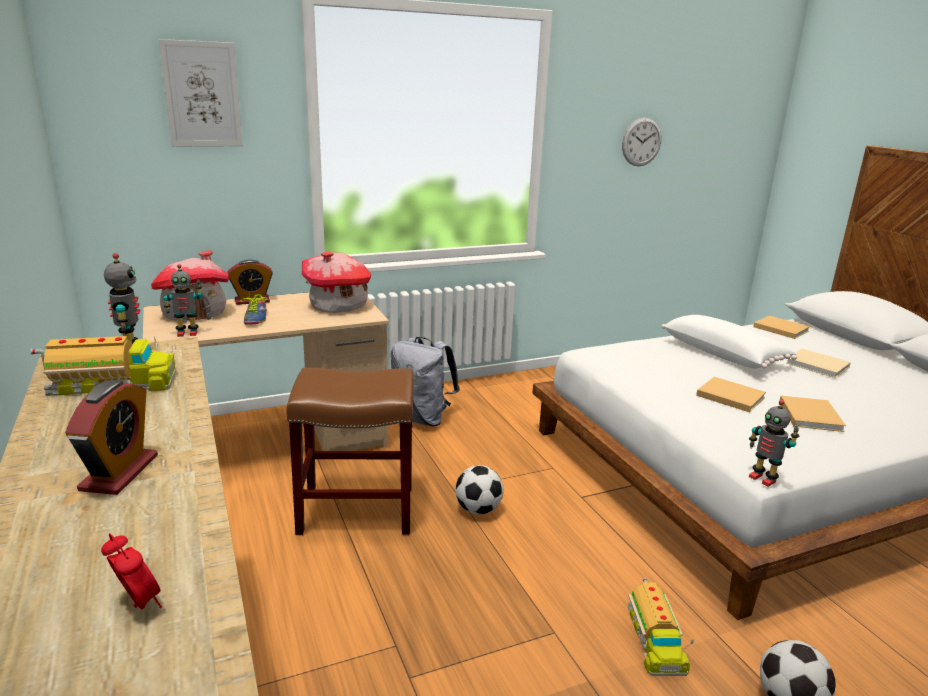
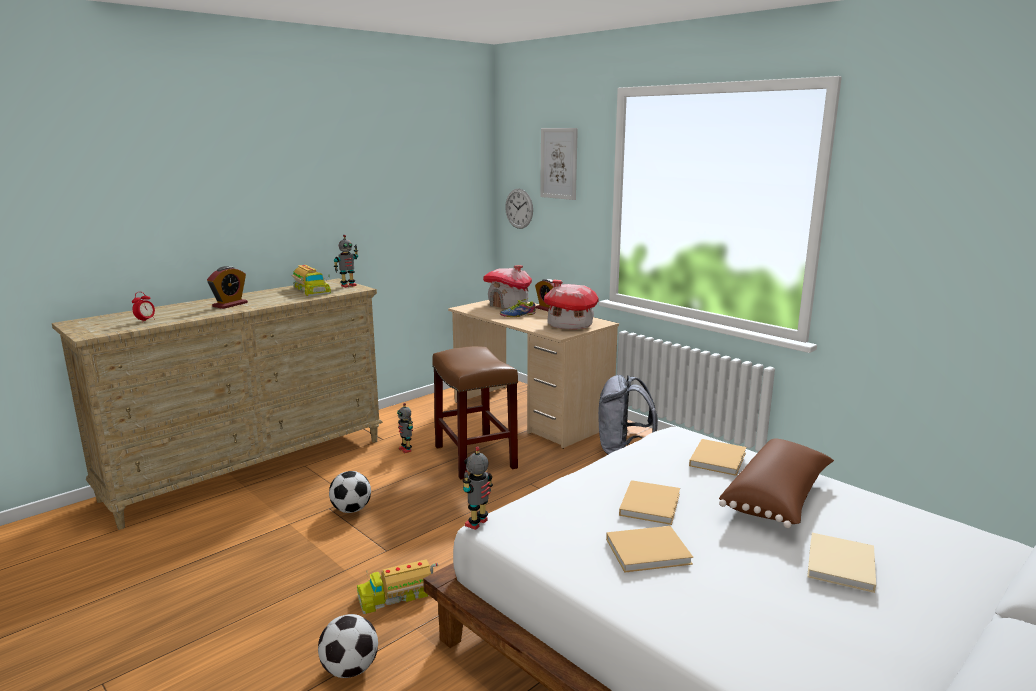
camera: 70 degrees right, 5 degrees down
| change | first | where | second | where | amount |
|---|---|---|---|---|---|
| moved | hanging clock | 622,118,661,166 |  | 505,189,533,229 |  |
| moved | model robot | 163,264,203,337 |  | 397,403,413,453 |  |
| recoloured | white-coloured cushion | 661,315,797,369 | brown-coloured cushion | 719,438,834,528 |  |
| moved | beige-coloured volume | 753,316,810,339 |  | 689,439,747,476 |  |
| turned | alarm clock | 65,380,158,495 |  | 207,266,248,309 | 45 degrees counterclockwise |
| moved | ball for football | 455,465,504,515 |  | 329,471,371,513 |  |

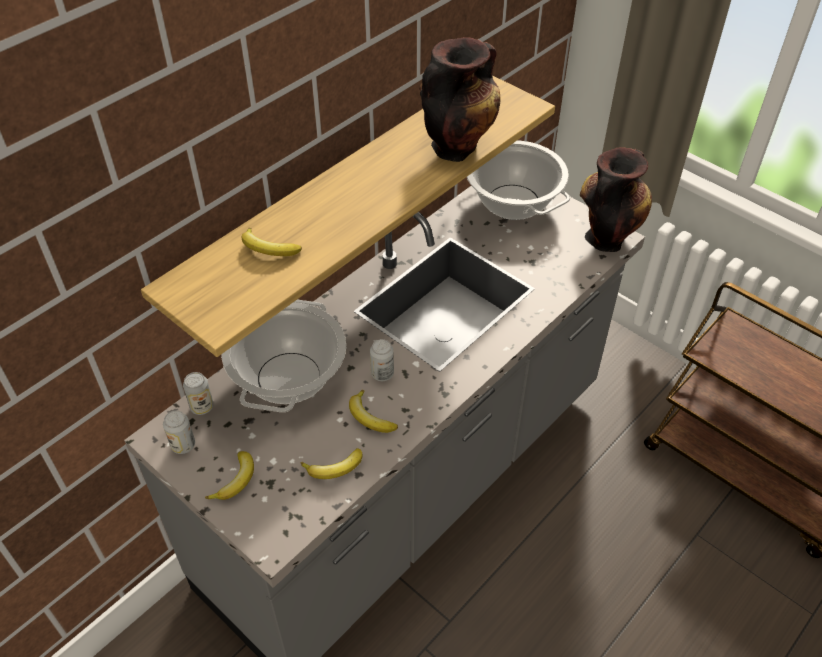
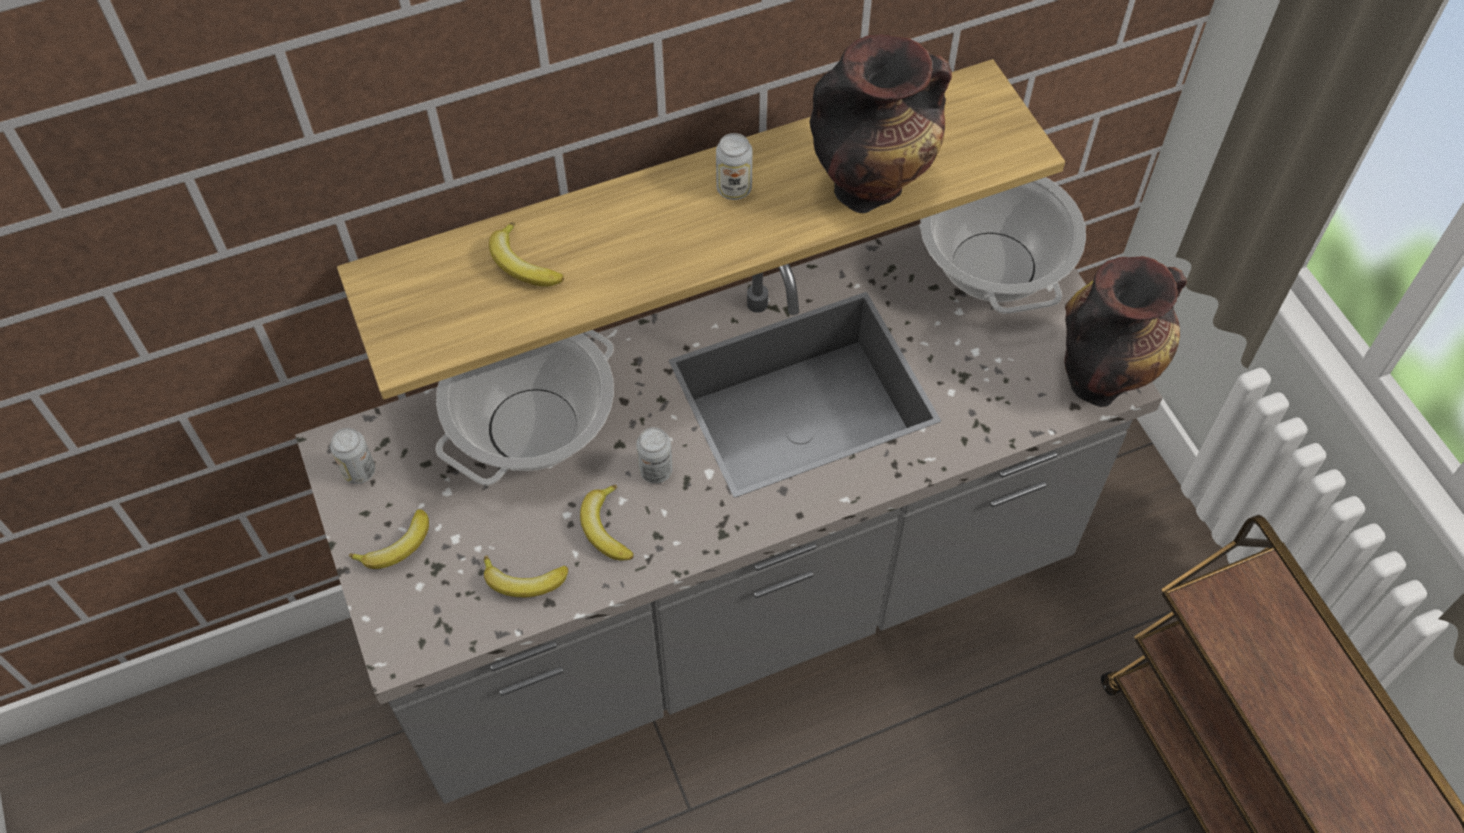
camera: 25 degrees right, 10 degrees up
| change | first | where | second | where | amount |
|---|---|---|---|---|---|
| moved | sealed can | 183,372,214,415 |  | 716,133,753,200 |  |

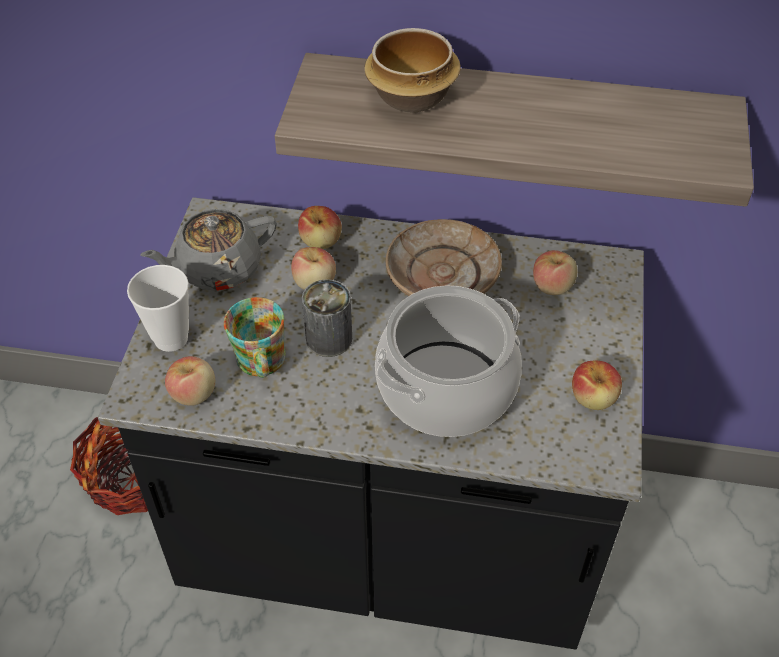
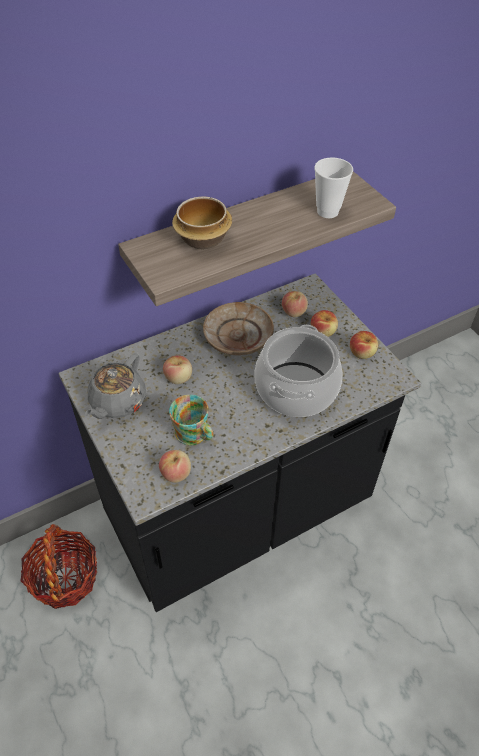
camera: 40 degrees left, 0 degrees up
| change | first | where | second | where | amount |
|---|---|---|---|---|---|
| moved | apple fruit | 298,206,342,249 |  | 311,310,338,337 |  |
| moved | cup | 127,265,189,352 |  | 314,157,353,218 |  |
| removed | sealed can | 302,279,352,357 |  |  |  |

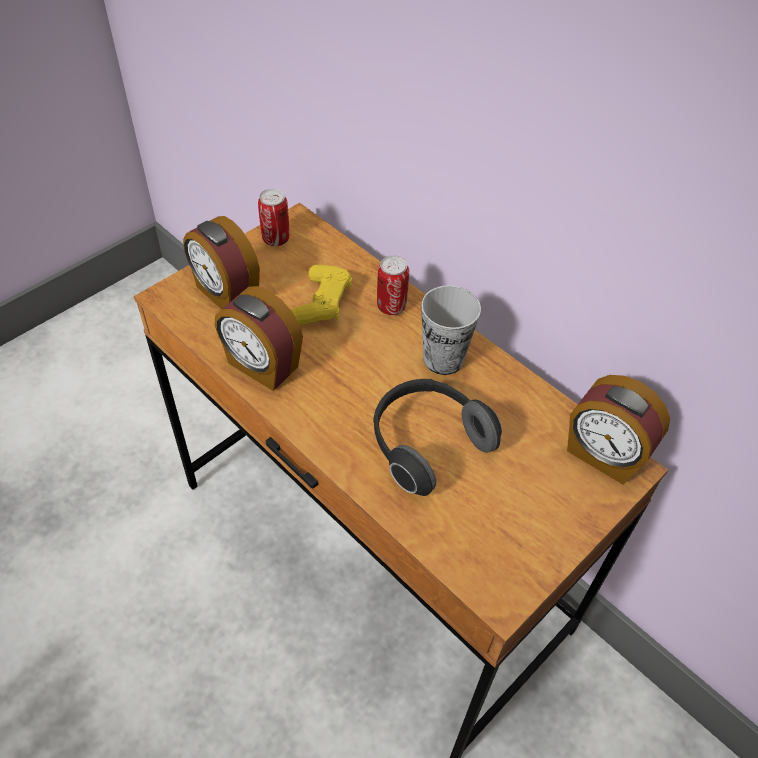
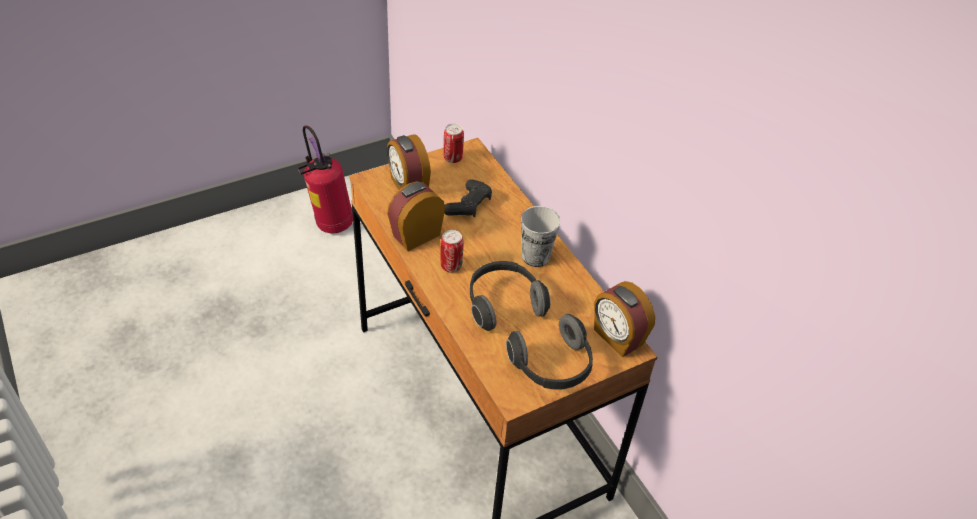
camera: 15 degrees right, 5 degrees down
| change | first | where | second | where | amount |
|---|---|---|---|---|---|
| moved | sealed can | 377,255,409,315 |  | 441,230,464,273 |  |
| recoloured | yellow-coloured joypad | 291,265,352,325 | blackish joypad | 445,179,492,217 |  |
| turned | alarm clock | 215,286,303,391 |  | 387,181,445,251 | 90 degrees clockwise |
| added |  |  | extinguisher | 298,126,353,233 |  |
| added |  |  | headphones | 506,314,593,389 |  |

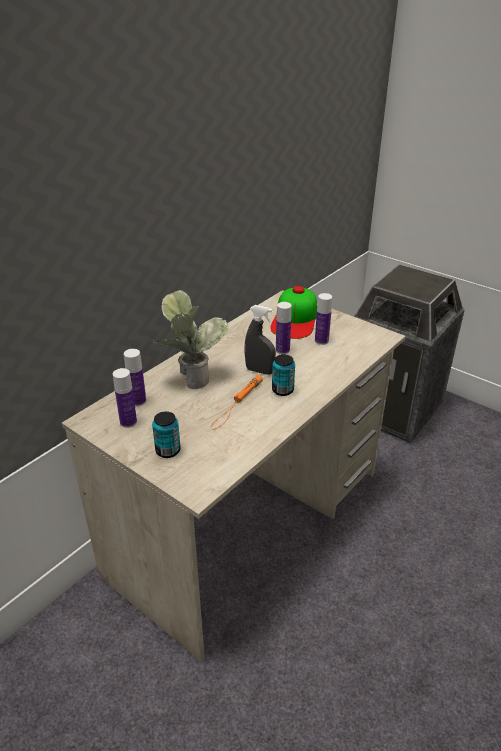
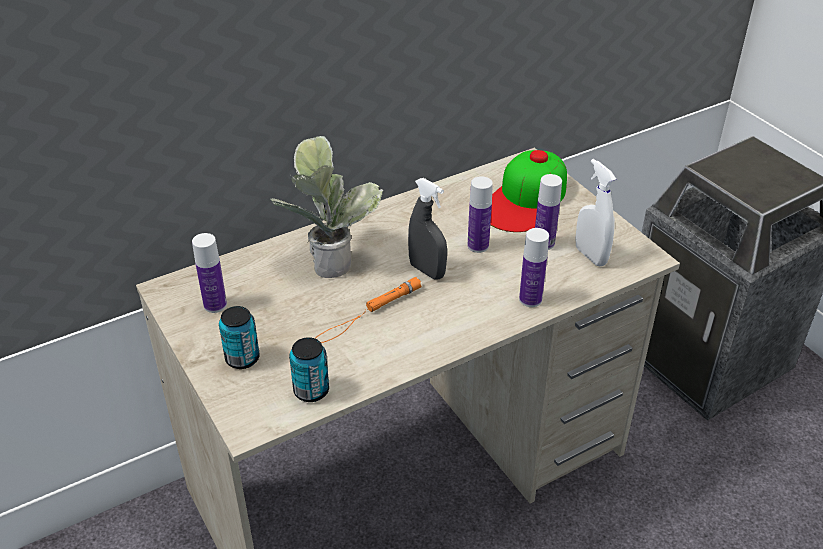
camera: 20 degrees right, 5 degrees up
| change | first | where | second | where | amount |
|---|---|---|---|---|---|
| moved | drink bottle | 124,349,146,406 |  | 519,228,549,307 |  |
| moved | sealed can | 272,354,295,396 |  | 289,337,329,402 |  |
| added |  |  | white-coloured sprayer | 575,159,616,267 |  |

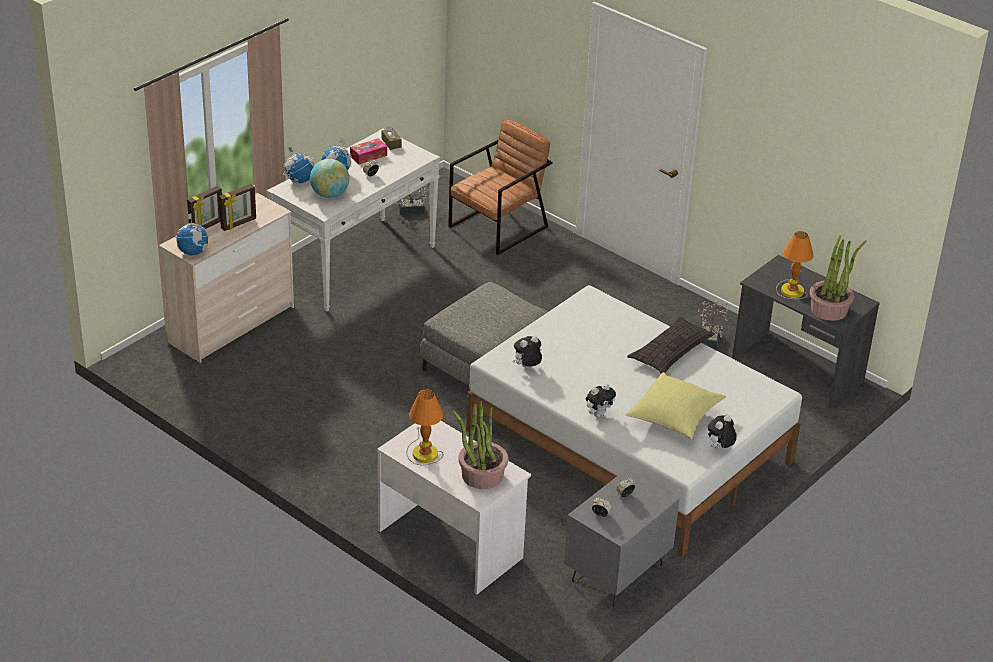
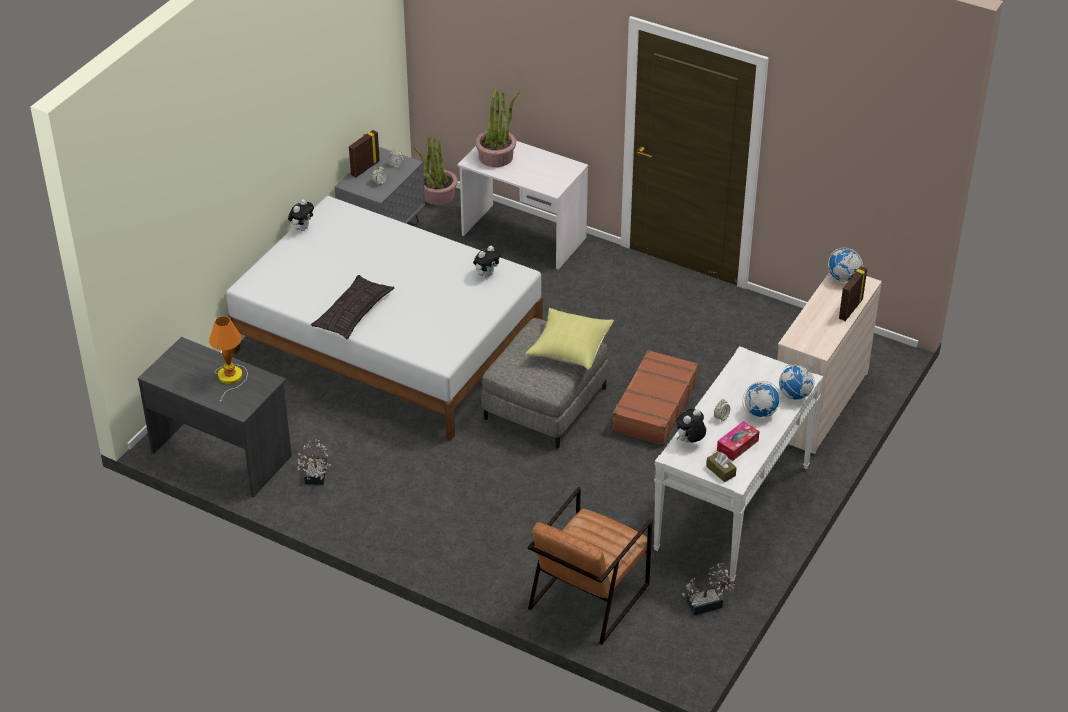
camera: 170 degrees right, 5 degrees up
| change | first | where | second | where | amount |
|---|---|---|---|---|---|
| removed | world globe | 310,159,349,198 |  |  |  |
| moved | photo frame | 219,184,256,231 |  | 349,130,380,178 |  |
| moved | plant in a pot | 810,236,866,321 |  | 414,137,458,205 |  |
| moved | yellow-coloured cushion | 626,372,726,439 |  | 525,308,614,370 |  |
| moved | plush toy | 586,383,616,417 |  | 676,409,706,443 |  |
| removed | table lamp | 406,389,443,466 |  |  |  |
| added |  |  | brown-coloured piece of luggage | 611,350,699,446 |  |

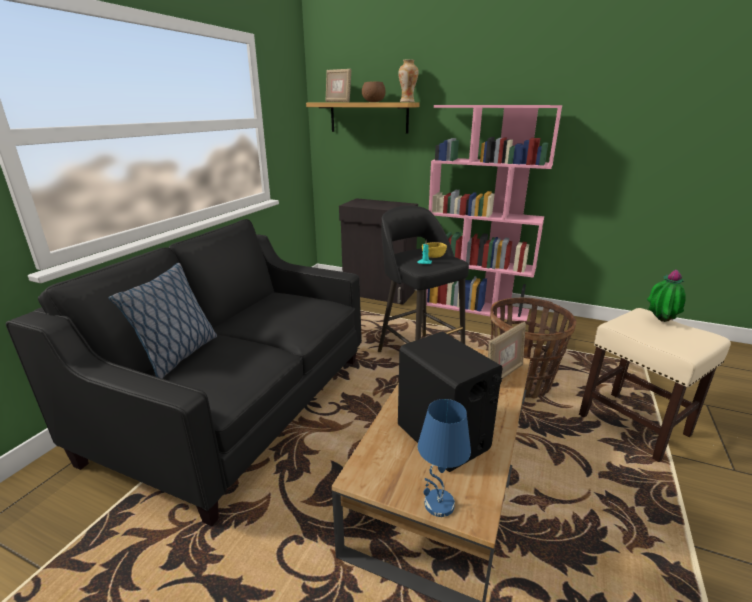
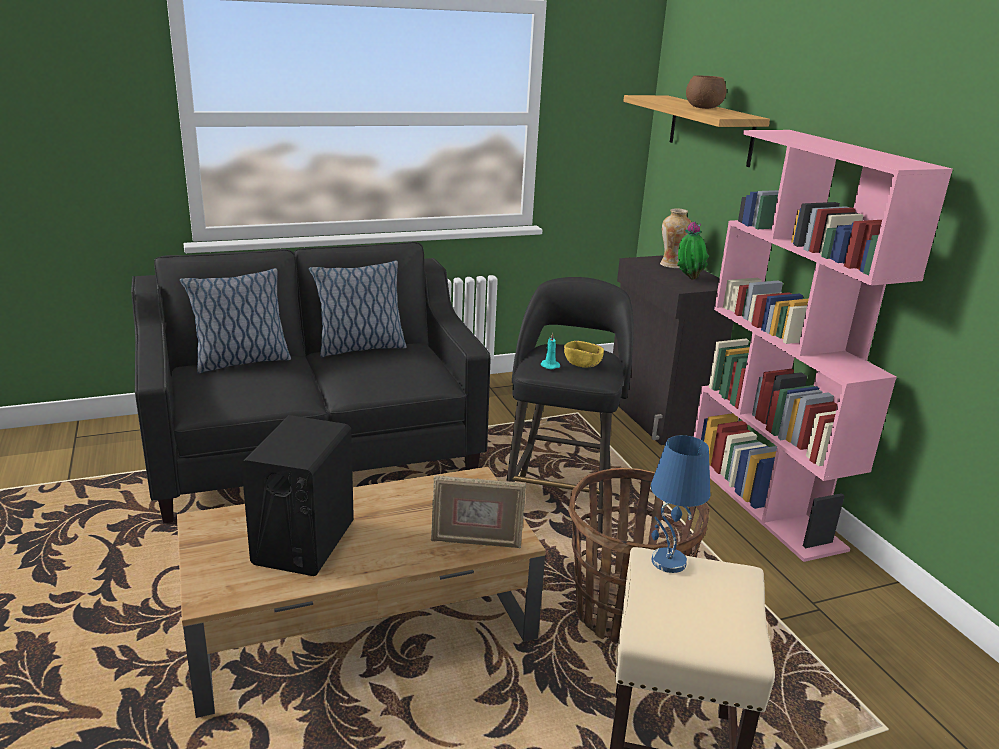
camera: 45 degrees right, 0 degrees up
| change | first | where | second | where | amount |
|---|---|---|---|---|---|
| moved | flower vase | 398,59,419,102 |  | 660,208,691,268 |  |
| removed | photo frame | 326,68,351,102 |  |  |  |
| moved | plant in a pot | 647,269,686,322 |  | 677,221,709,280 |  |
| moved | bluish table lamp | 418,399,471,517 |  | 651,435,710,573 |  |
| added |  |  | cushion | 309,260,407,357 |  |

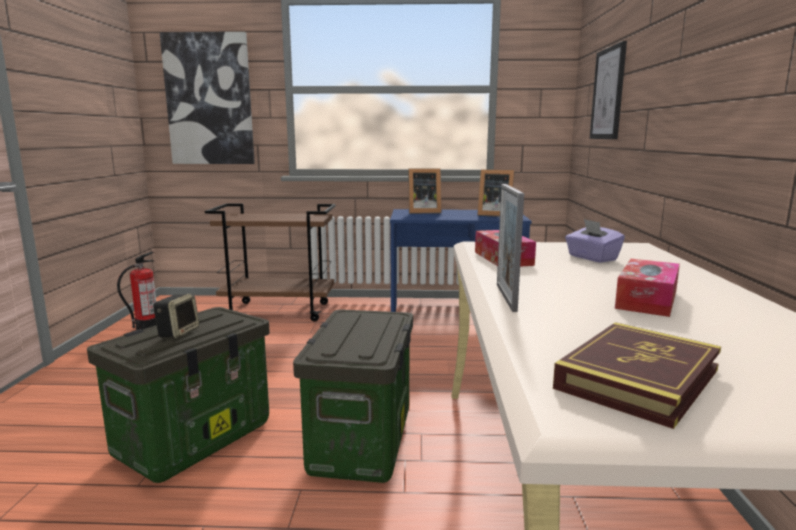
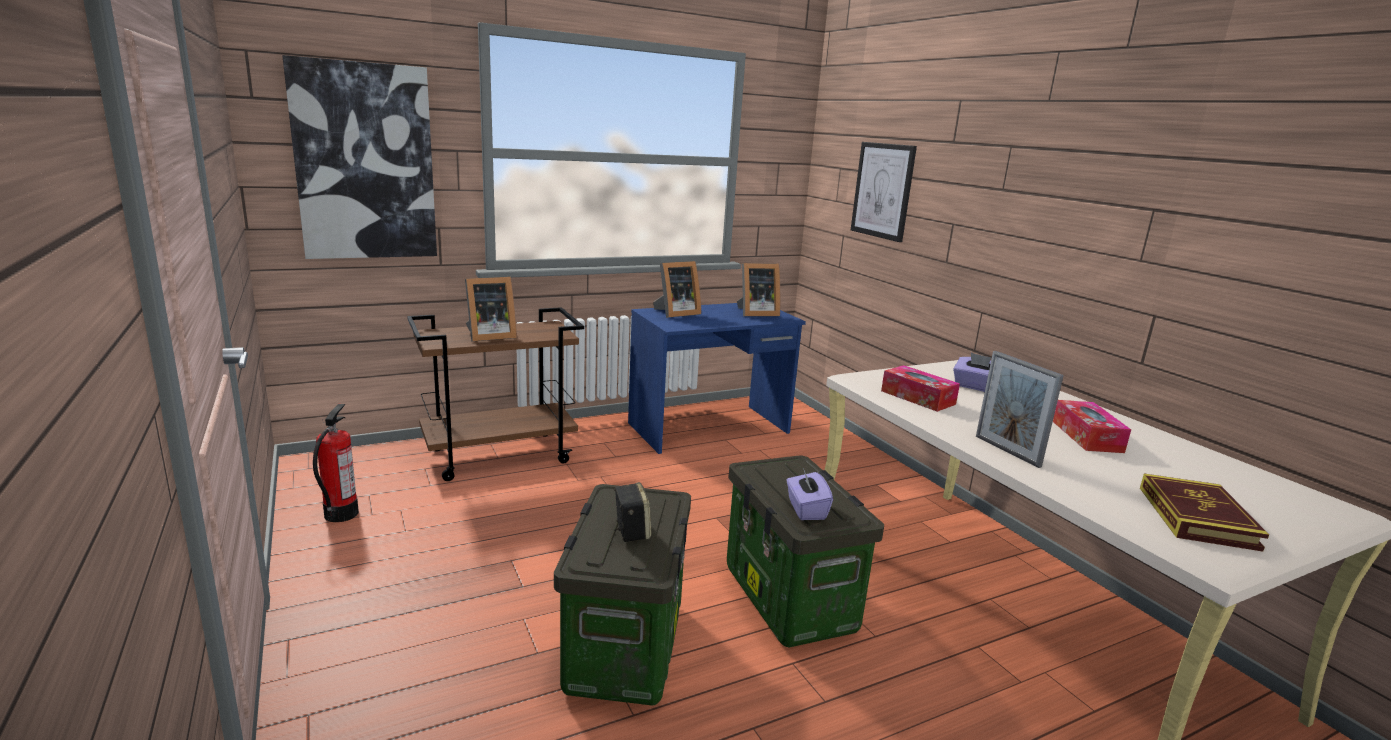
camera: 30 degrees left, 5 degrees up
| change | first | where | second | where | amount |
|---|---|---|---|---|---|
| added |  |  | photo frame | 465,277,517,342 |  |
| added |  |  | purple box of tissues | 786,468,833,520 |  |

